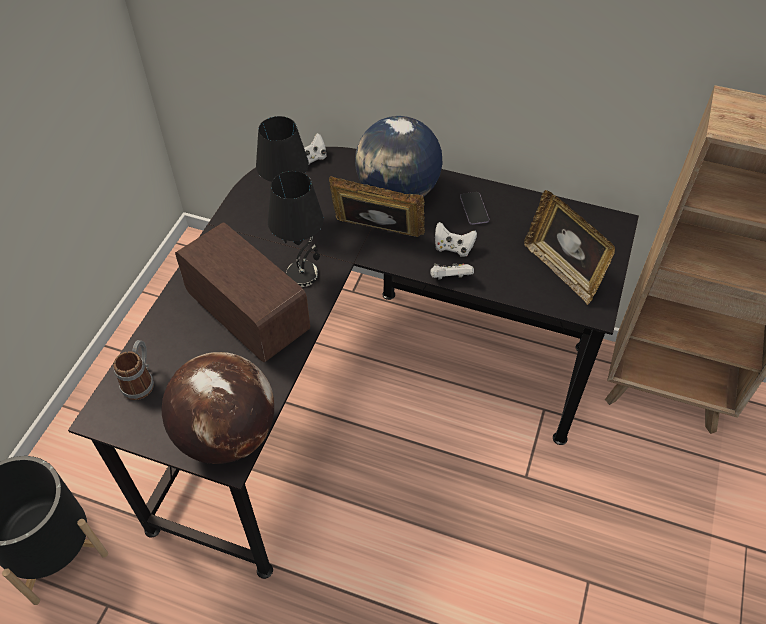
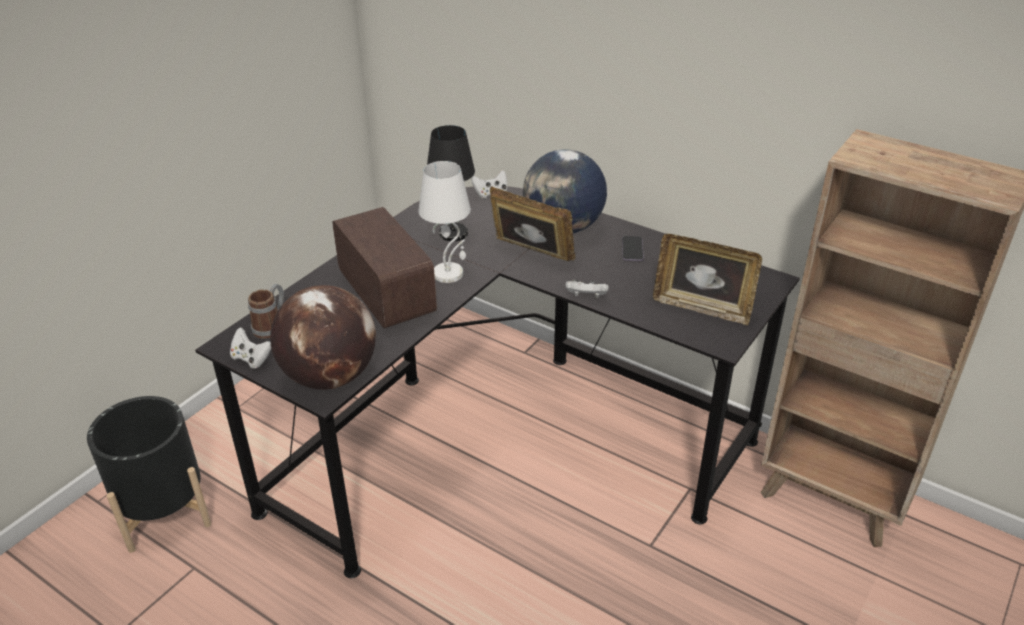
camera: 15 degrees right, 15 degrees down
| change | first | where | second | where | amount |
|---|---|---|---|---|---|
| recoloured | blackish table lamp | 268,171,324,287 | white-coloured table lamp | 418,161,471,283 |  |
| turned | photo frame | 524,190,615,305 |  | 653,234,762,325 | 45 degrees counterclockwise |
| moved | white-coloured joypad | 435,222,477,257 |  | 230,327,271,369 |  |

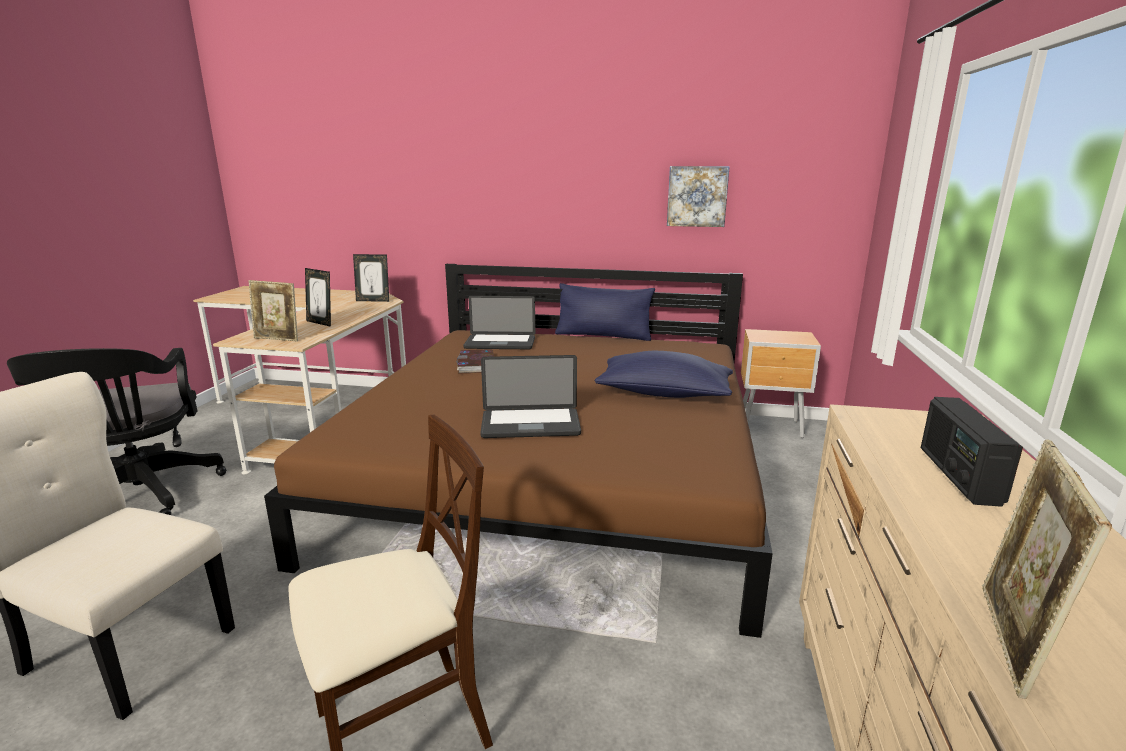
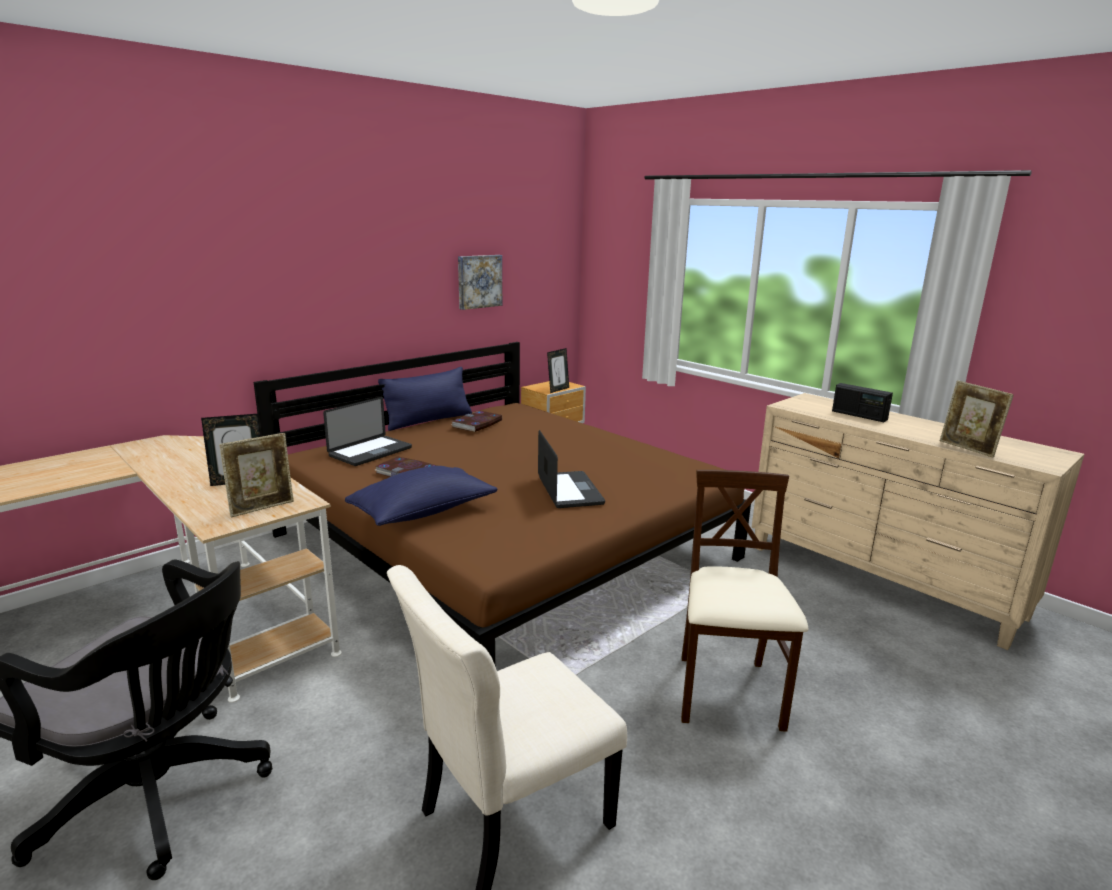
camera: 55 degrees left, 0 degrees up
| change | first | where | second | where | amount |
|---|---|---|---|---|---|
| moved | photo frame | 353,254,389,302 |  | 547,348,569,393 |  |
| moved | bluish cushion | 595,351,733,398 |  | 345,466,498,526 |  |
| turned | notebook computer | 480,355,581,438 |  | 538,430,605,508 | 45 degrees counterclockwise |
| added |  |  | volume | 452,411,502,432 |  |

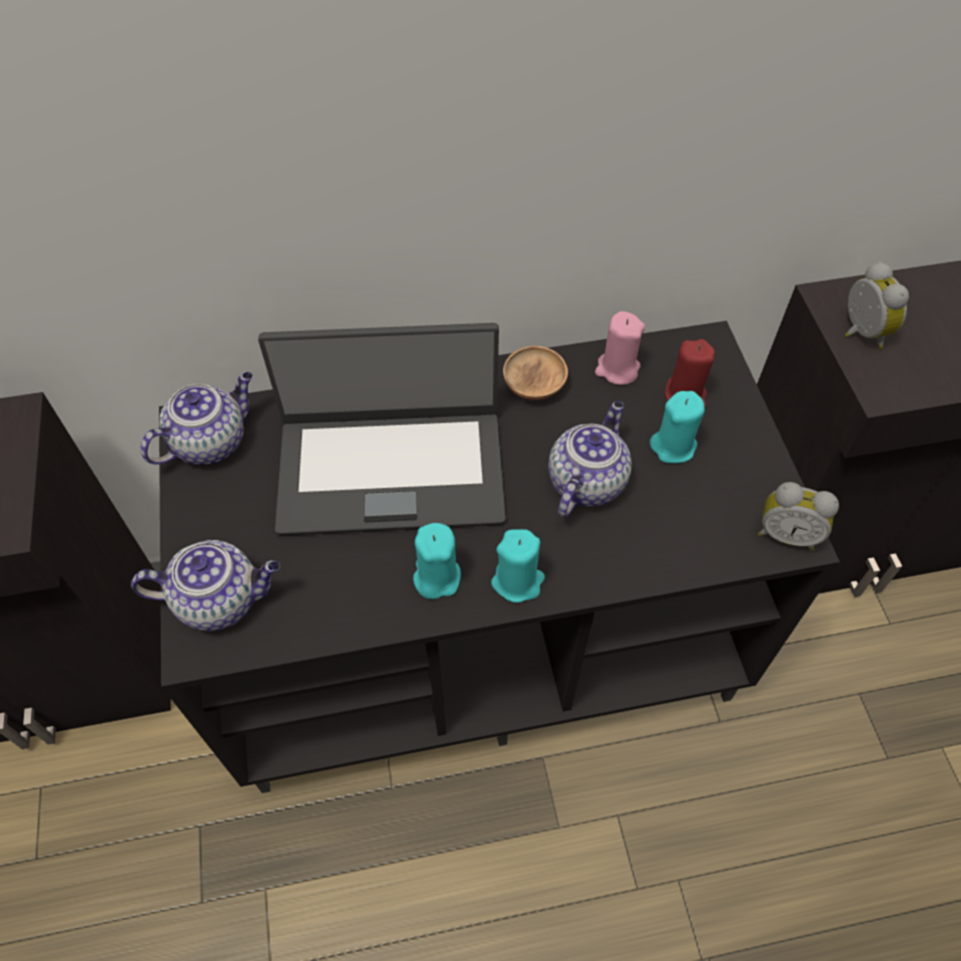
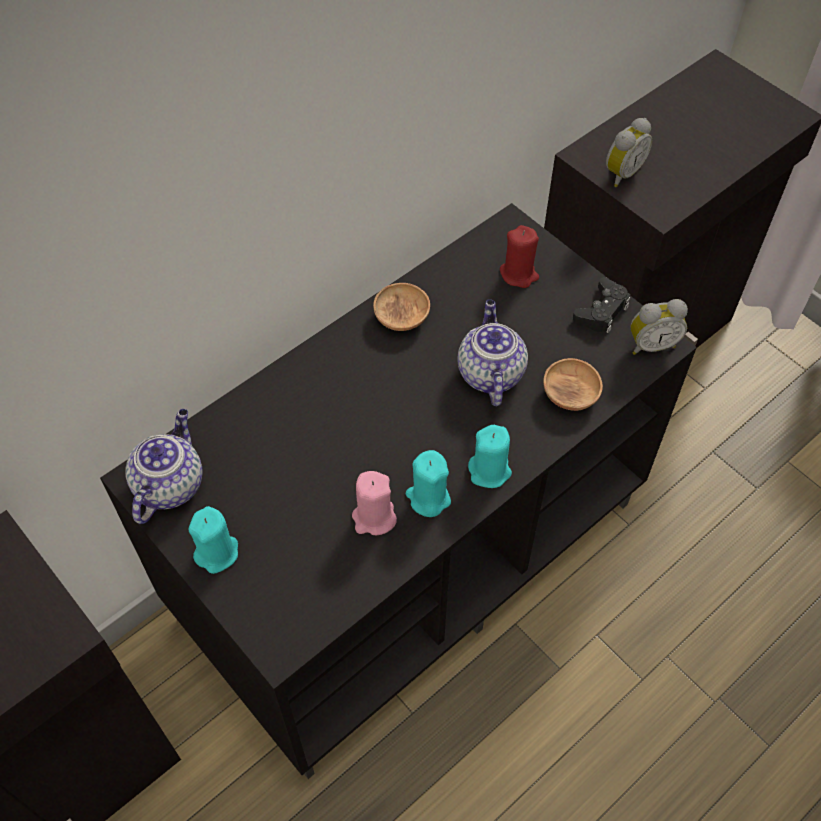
camera: 30 degrees left, 0 degrees up
| change | first | where | second | where | amount |
|---|---|---|---|---|---|
| turned | alarm clock | 845,262,909,349 |  | 606,118,653,187 | 90 degrees clockwise |
| moved | pink-coloured candle | 595,311,645,385 |  | 352,471,397,536 |  |
| removed | notebook computer | 258,323,506,536 |  |  |  |
| moved | turquoise candle | 650,391,705,463 |  | 188,506,238,574 |  |
| removed | pot for tea | 131,540,280,631 |  |  |  |
| added |  |  | blackish joypad | 573,277,630,333 |  |
| added |  |  | brown-coloured serving bowl | 543,358,603,411 |  |

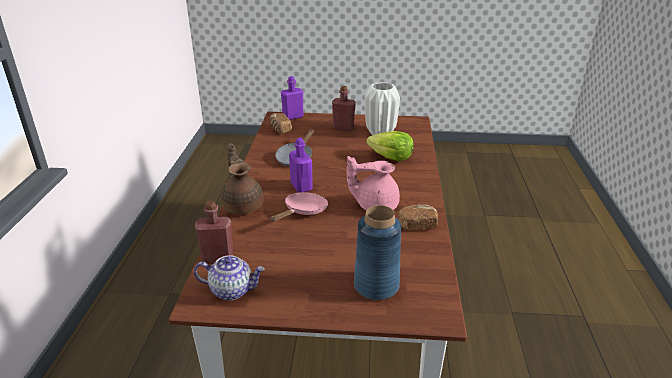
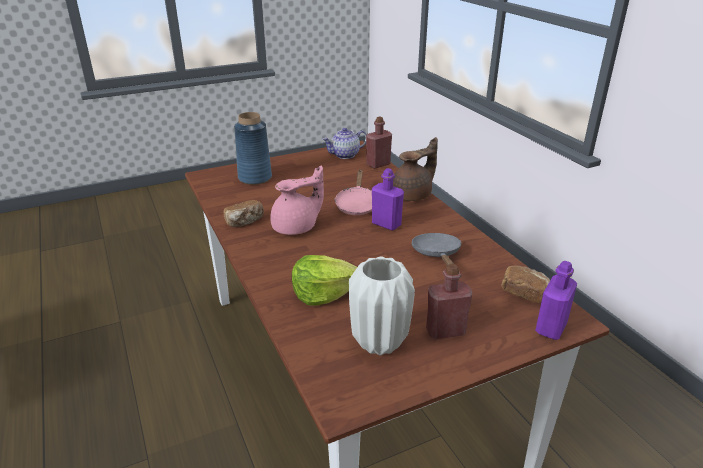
camera: 150 degrees right, 0 degrees up
| change | first | where | second | where | amount |
|---|---|---|---|---|---|
| turned | brown-coloured pot for tea | 221,144,264,214 |  | 393,137,438,201 | 75 degrees counterclockwise |

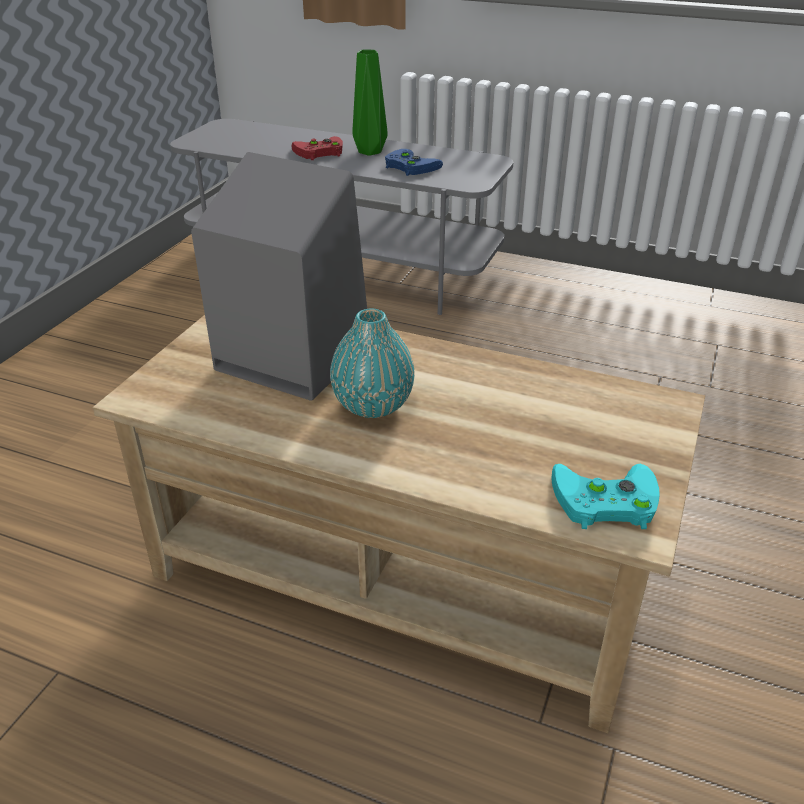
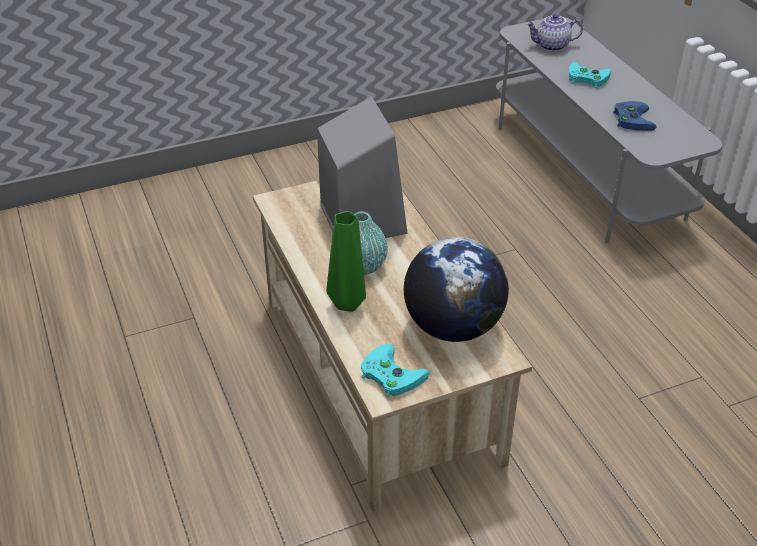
camera: 45 degrees right, 5 degrees up
| change | first | where | second | where | amount |
|---|---|---|---|---|---|
| moved | green-coloured flower vase | 352,50,388,156 |  | 326,211,366,312 |  |
| recoloured | red joypad | 292,136,343,160 | turquoise joypad | 569,62,611,88 |  |
| added |  |  | pot for tea | 526,14,583,52 |  |
| added |  |  | world globe | 404,237,509,342 |  |

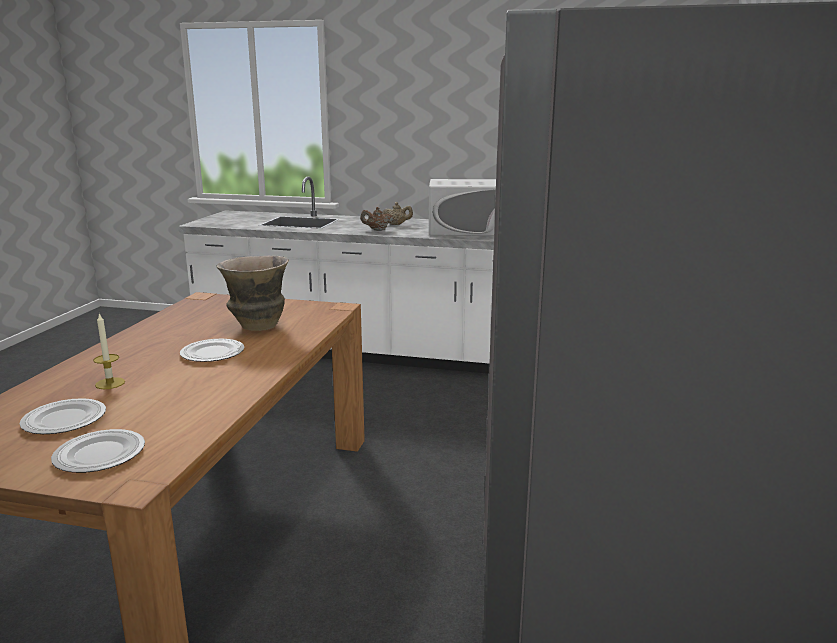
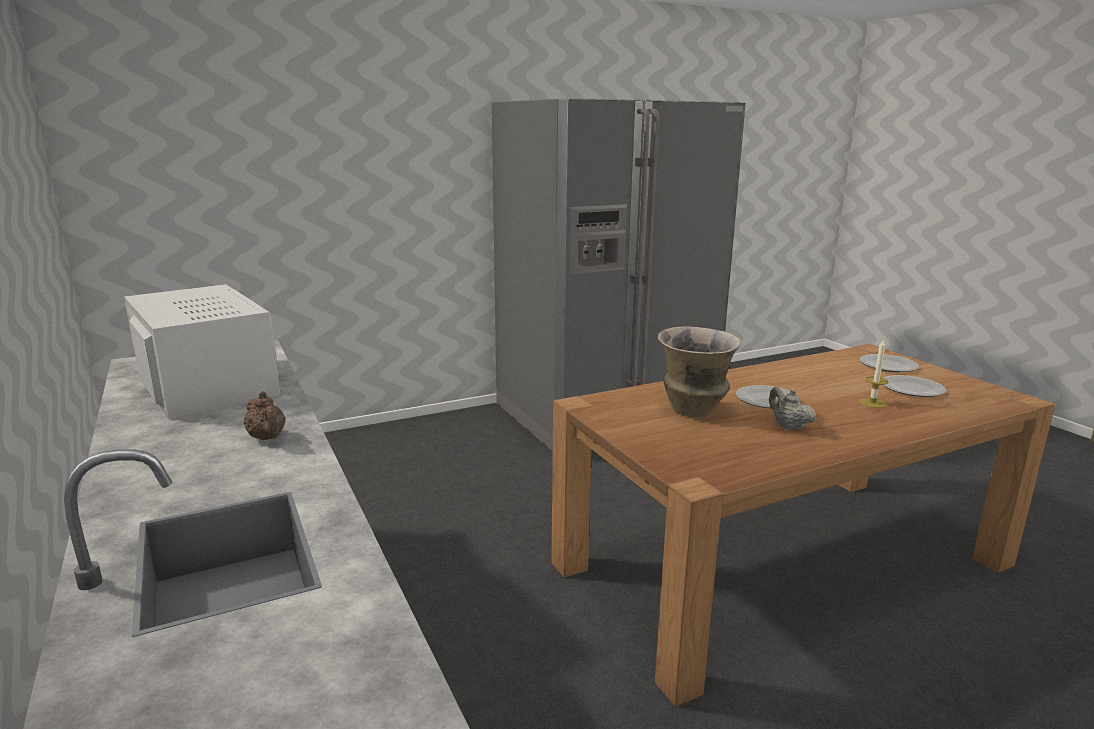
camera: 130 degrees left, 0 degrees up
| change | first | where | second | where | amount |
|---|---|---|---|---|---|
| moved | beige-coloured pot for tea | 382,202,413,225 |  | 769,387,816,431 |  |

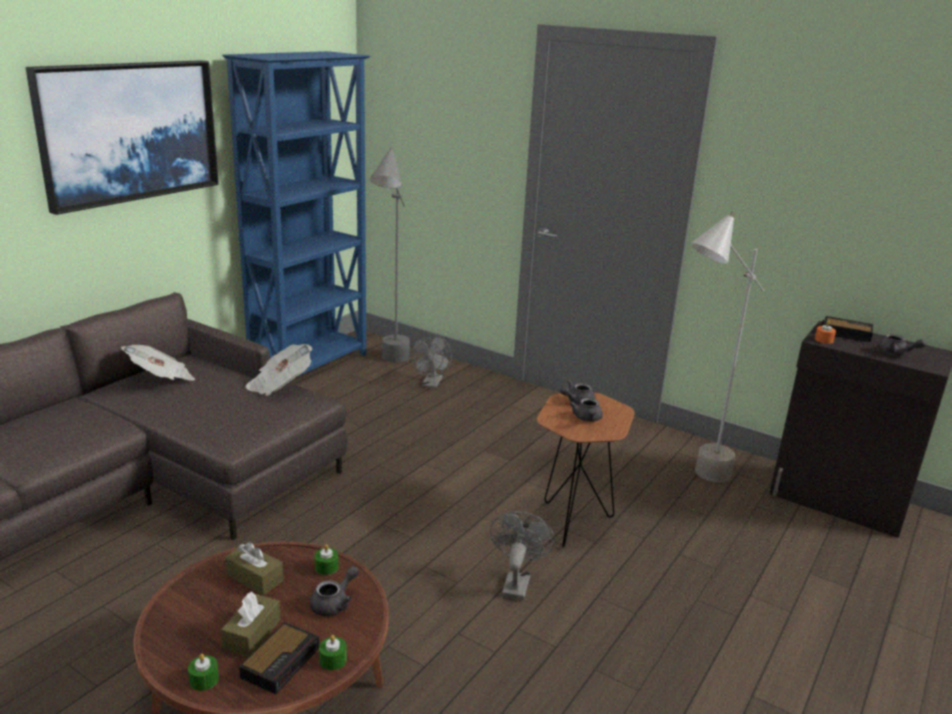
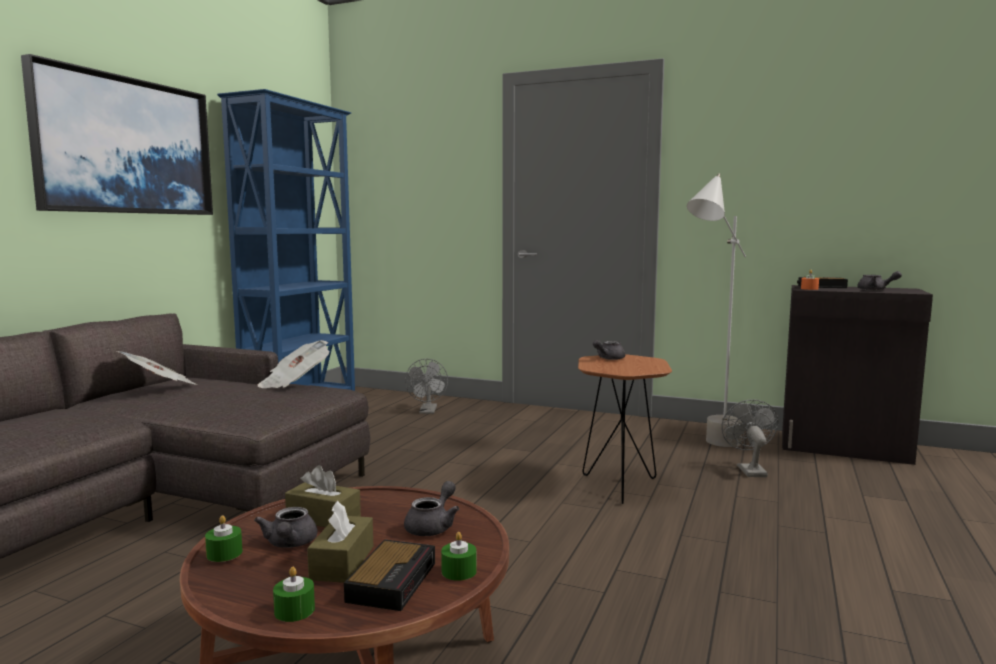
camera: 10 degrees left, 15 degrees down
| change | first | where | second | where | amount |
|---|---|---|---|---|---|
| removed | greyish floor lamp | 370,147,410,363 |  |  |  |
| moved | greyish pot for tea | 569,398,603,422 |  | 254,507,317,548 |  |
| moved | greyish fan | 490,511,555,600 |  | 721,399,778,477 |  |
| moved | green-coloured candle | 315,544,339,575 |  | 205,515,243,562 |  |

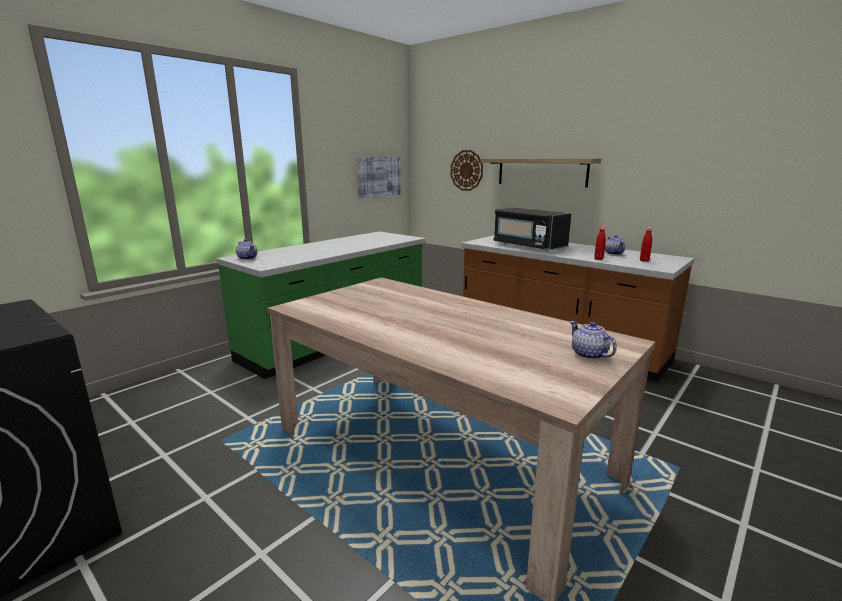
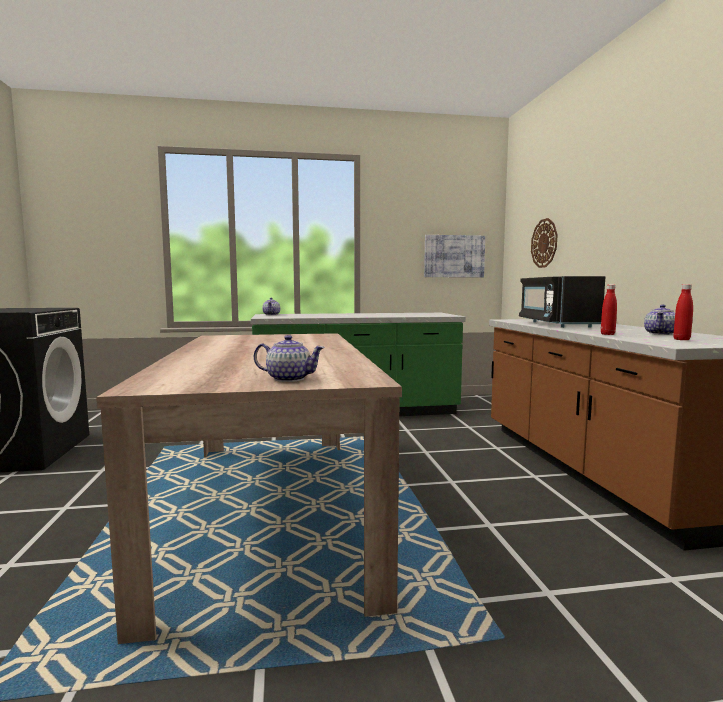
camera: 40 degrees right, 10 degrees down
| change | first | where | second | where | amount |
|---|---|---|---|---|---|
| removed | bracket shelf | 480,158,601,188 |  |  |  |
| turned | pot for tea | 570,321,617,360 |  | 254,335,325,382 | 90 degrees clockwise |

